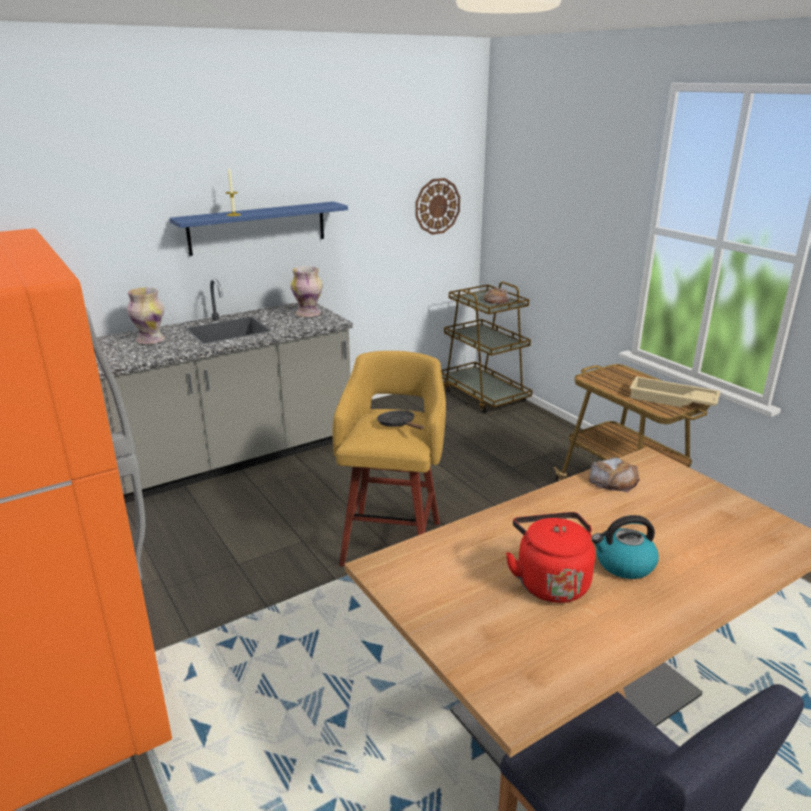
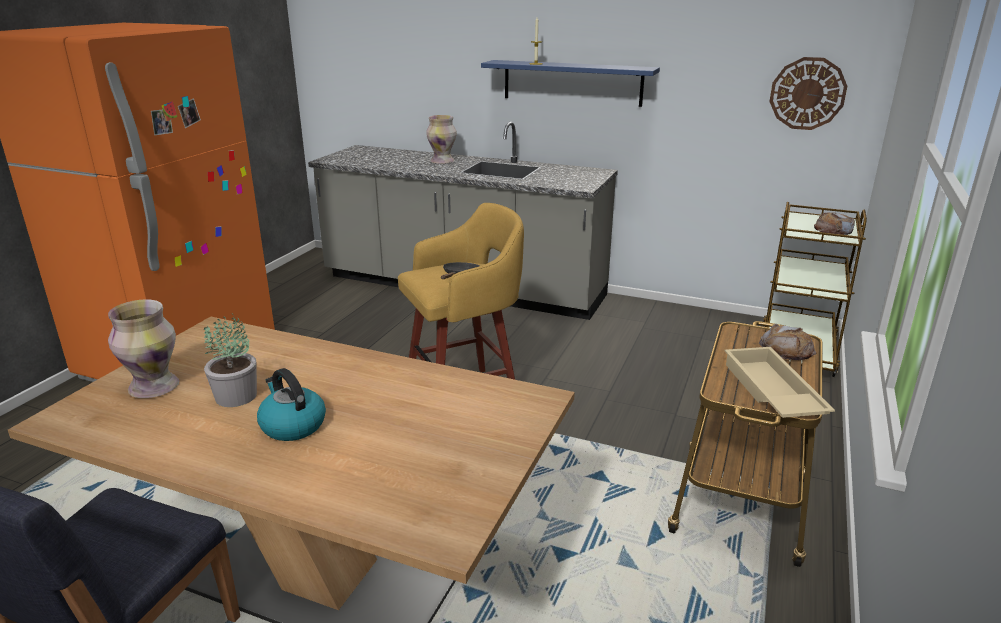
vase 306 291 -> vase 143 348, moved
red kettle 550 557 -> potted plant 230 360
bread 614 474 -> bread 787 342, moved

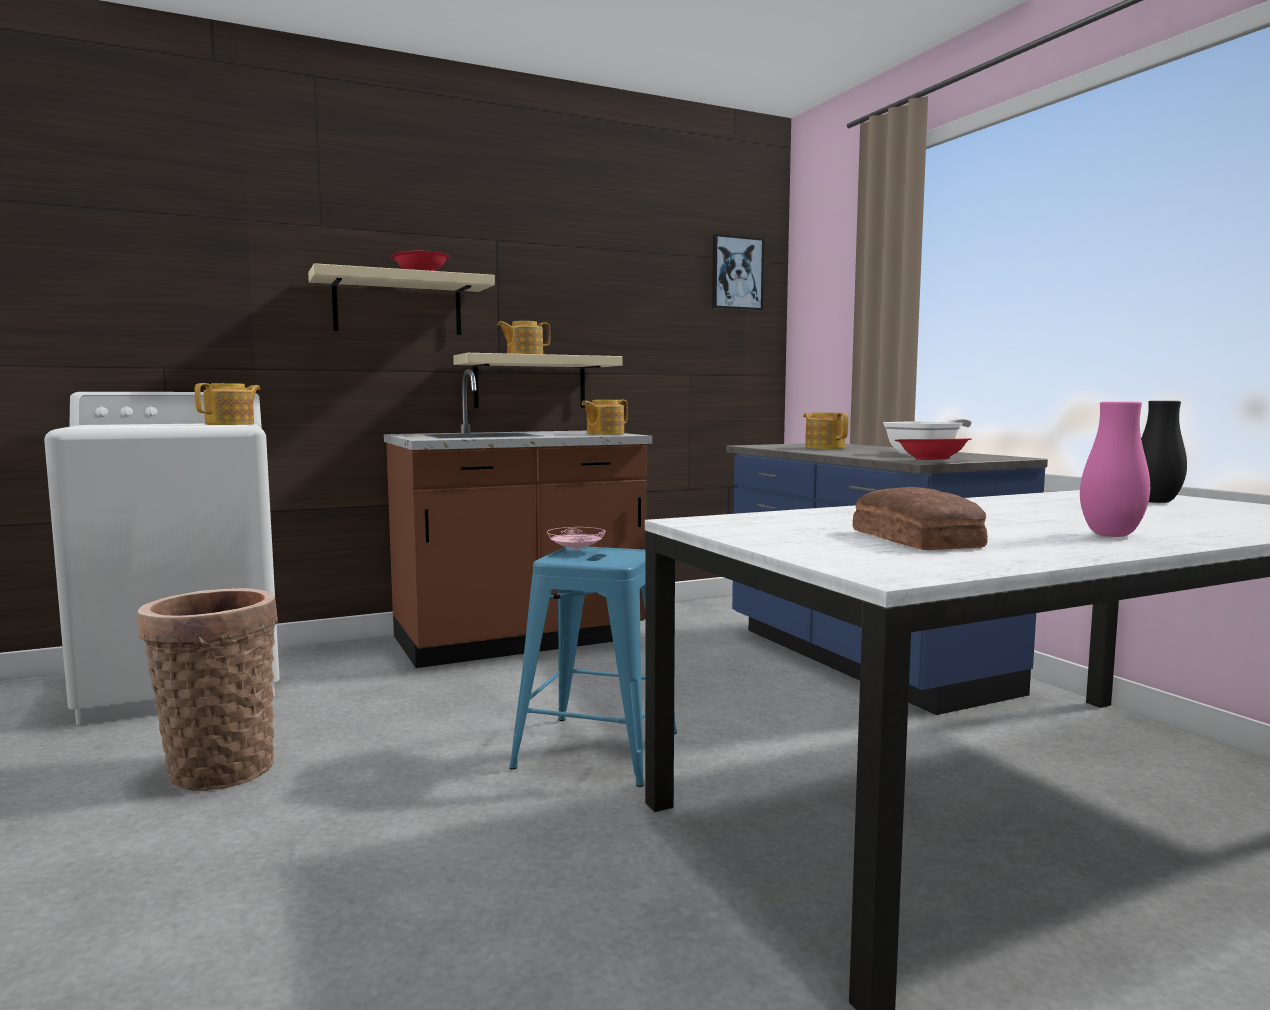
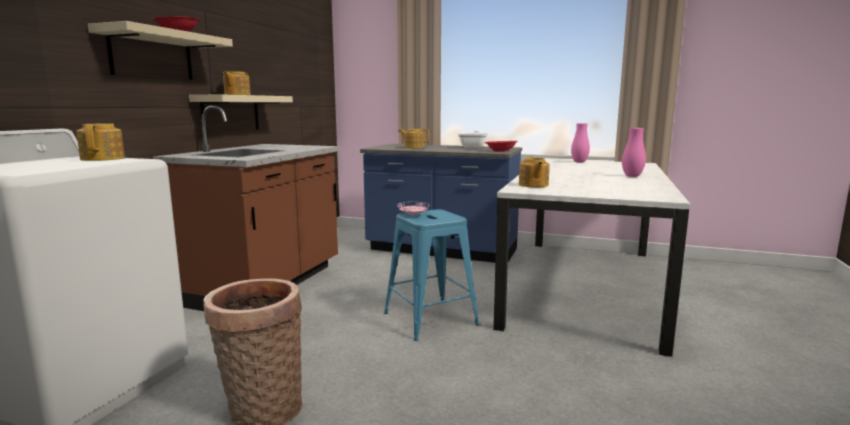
teapot 605 417 -> teapot 534 172, moved
black vase 1164 452 -> pink vase 580 143
picture 738 272 -> none
bread 920 518 -> none

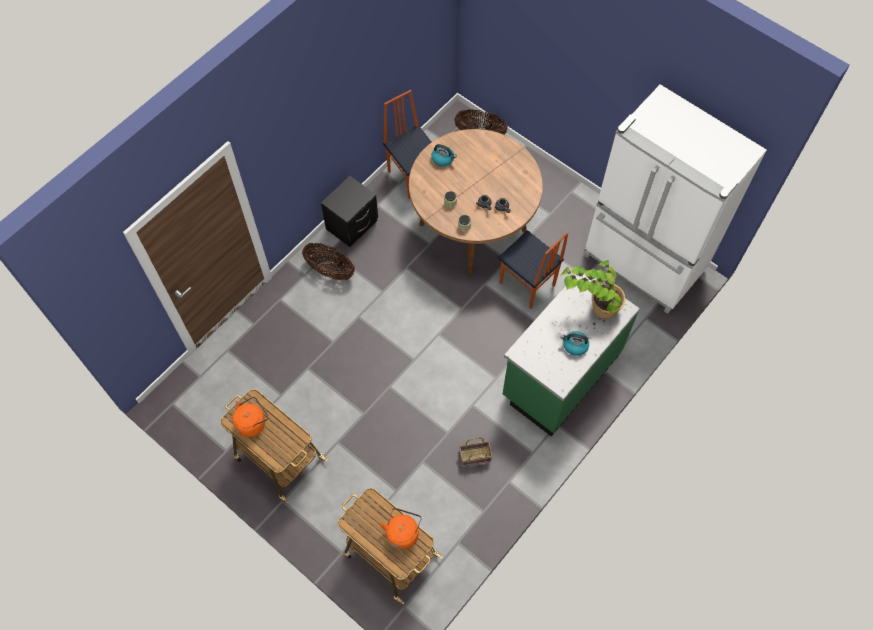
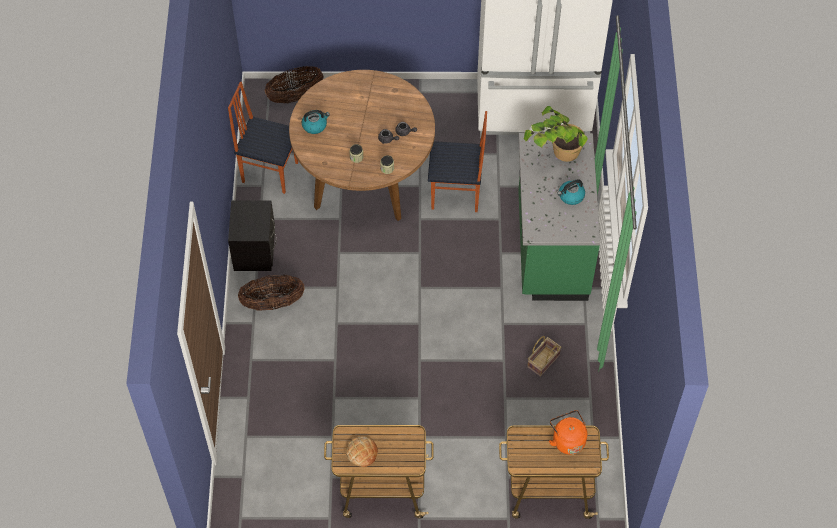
orange kettle 250 417 -> bread 362 451

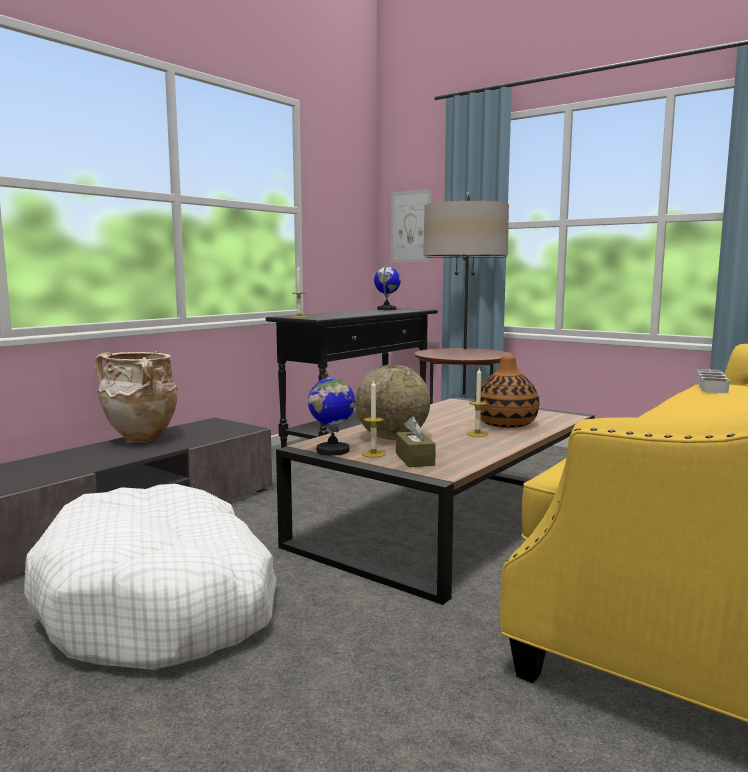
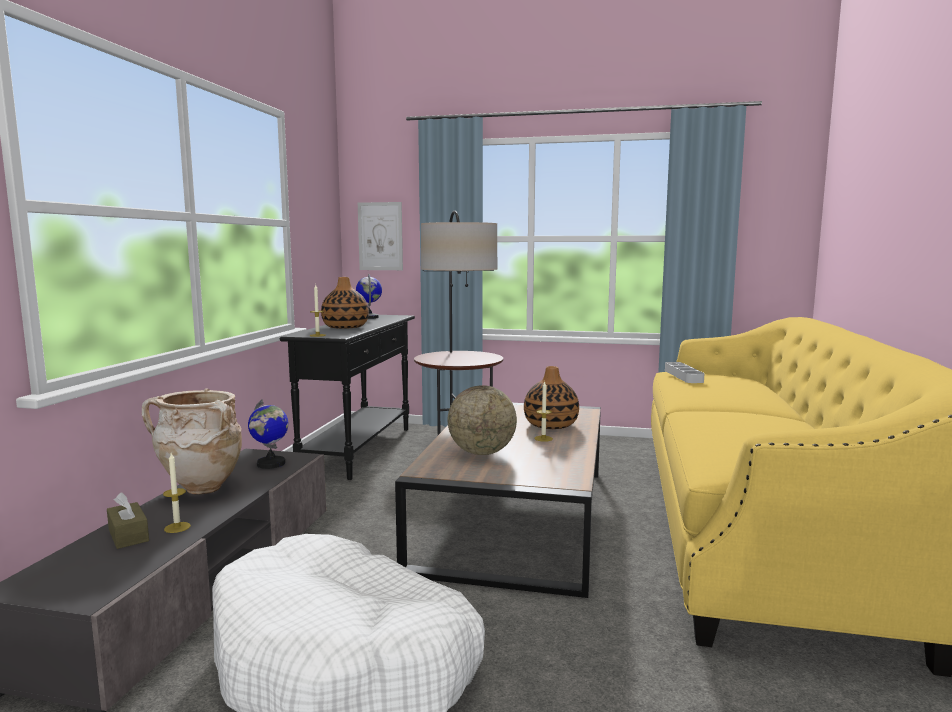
brown tissue box 416 441 -> brown tissue box 128 520, moved
candle 373 418 -> candle 177 493, moved
globe 331 413 -> globe 268 434, moved
none -> vase 345 303

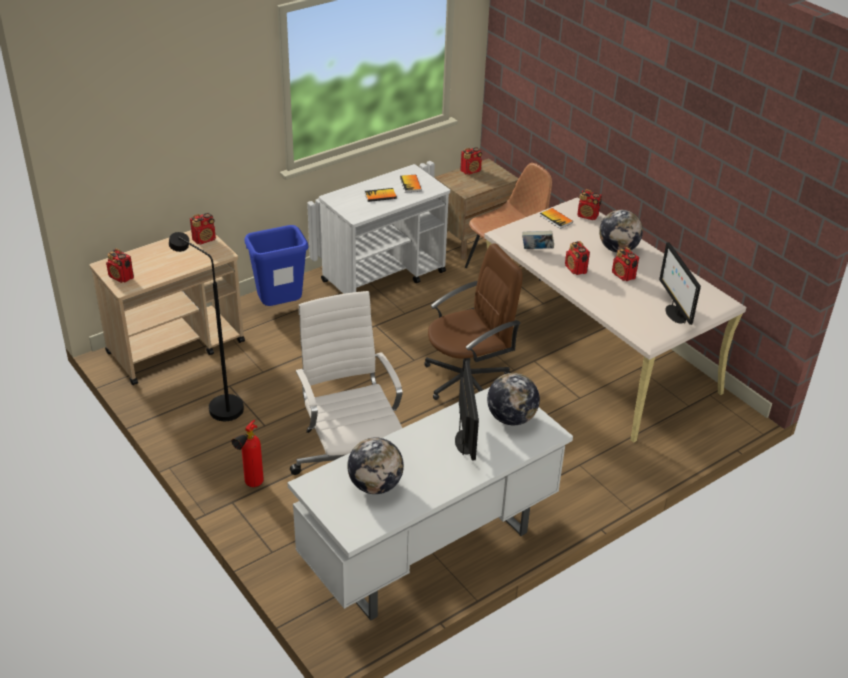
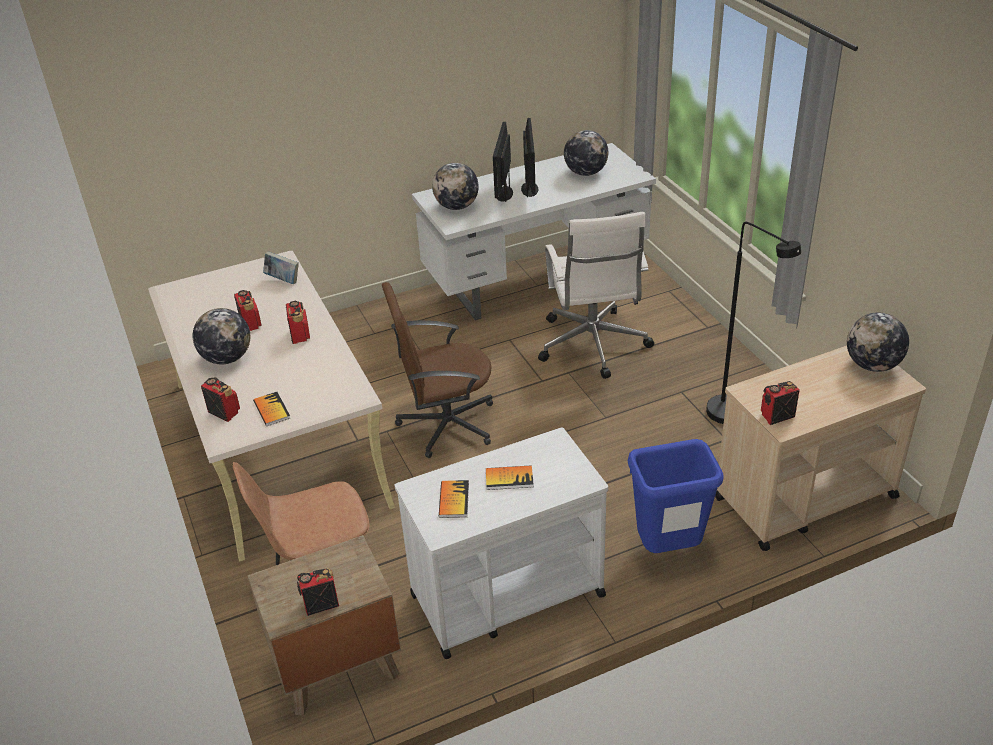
book 538 240 -> book 281 267, moved
monitor 680 283 -> monitor 529 157, moved
radio 120 265 -> globe 878 342
fire extinguisher 247 453 -> none

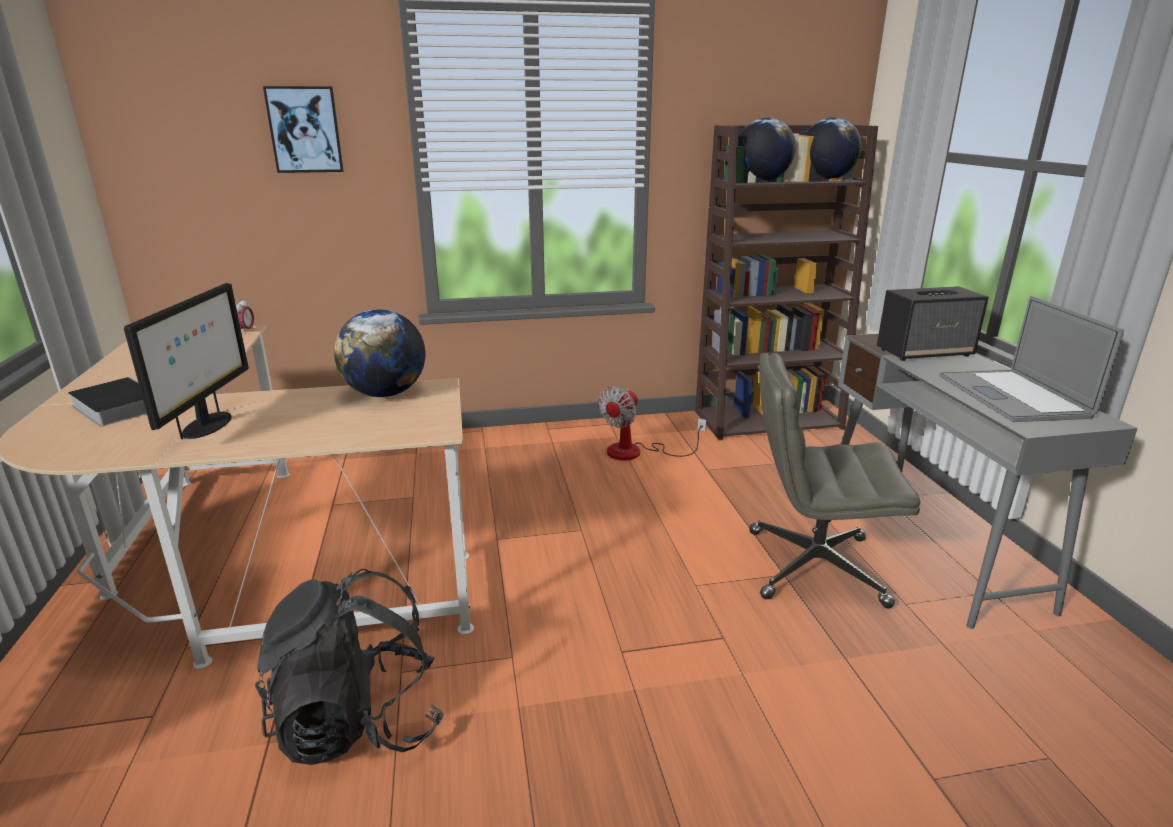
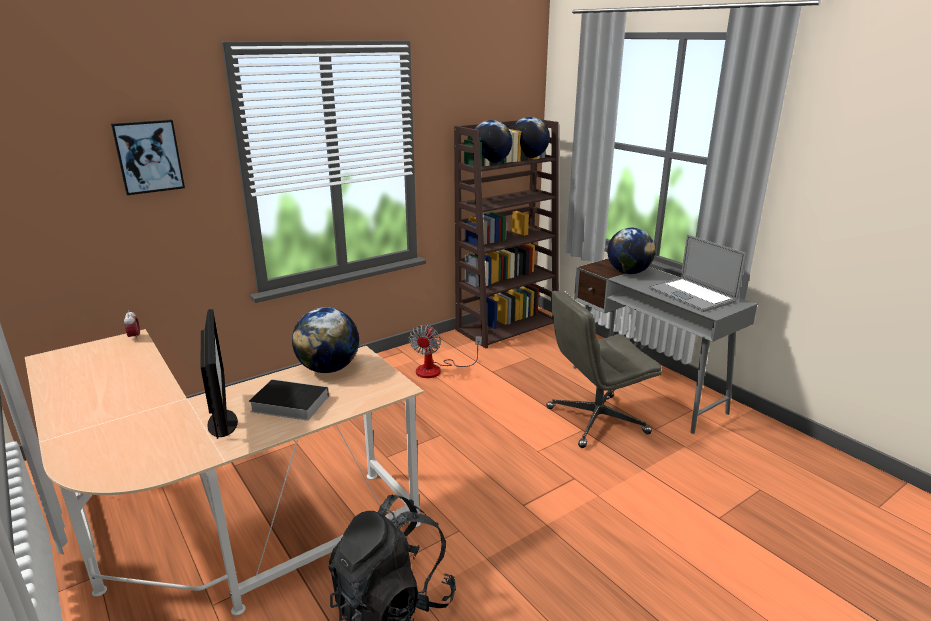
book 107 402 -> book 289 400, moved
speaker 932 323 -> globe 631 251

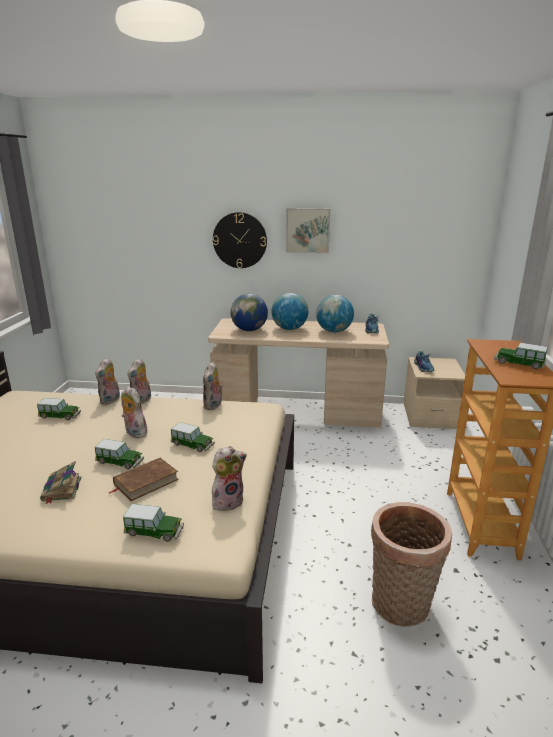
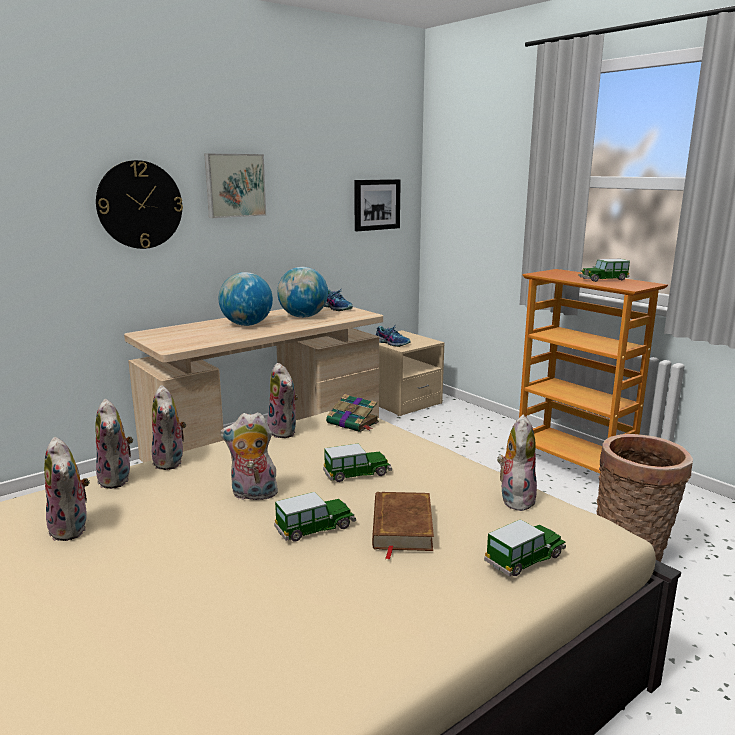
toy car 59 409 -> plush toy 67 489
book 61 482 -> book 352 413, moved
none -> picture 377 205
globe 249 312 -> none

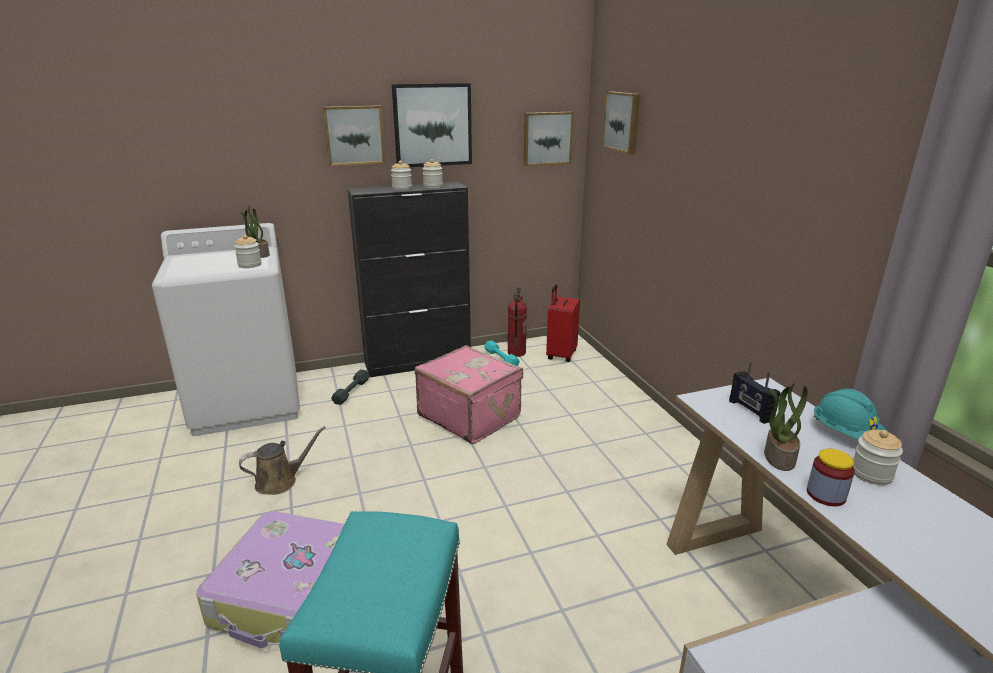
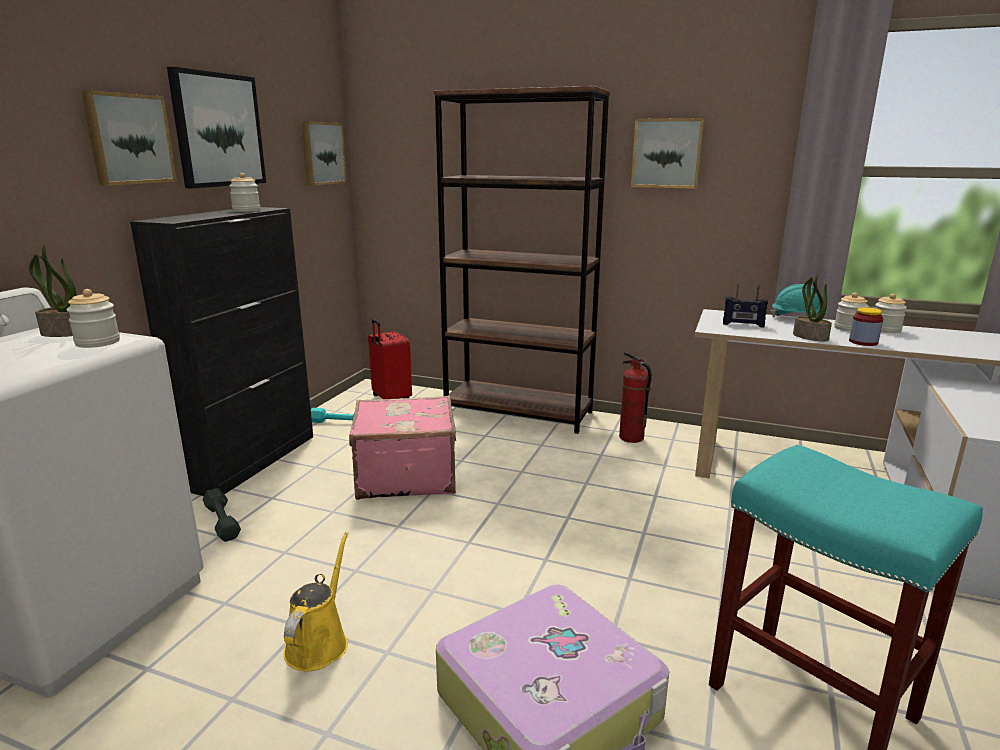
brown watering can 282 460 -> yellow watering can 316 601
none -> brown bookcase 522 260
fire extinguisher 517 322 -> fire extinguisher 635 397, moved
picture 621 122 -> picture 667 153, moved
jar 401 175 -> jar 891 313, moved

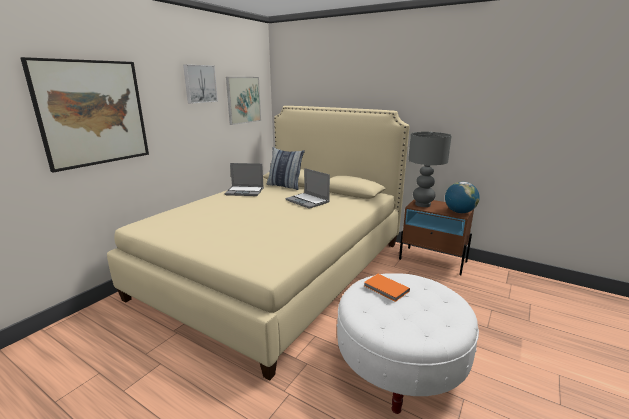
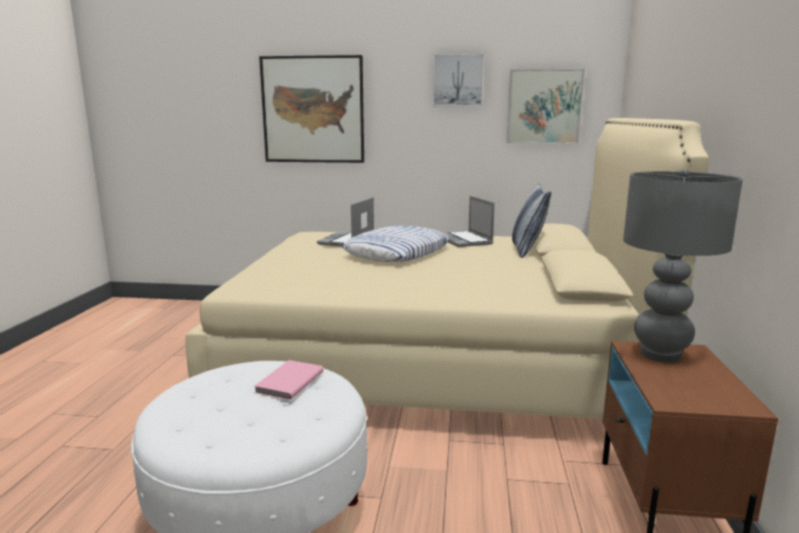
orange book 387 288 -> pink book 289 380
laptop 308 188 -> laptop 345 222, moved
none -> pillow 396 244
globe 462 197 -> none

